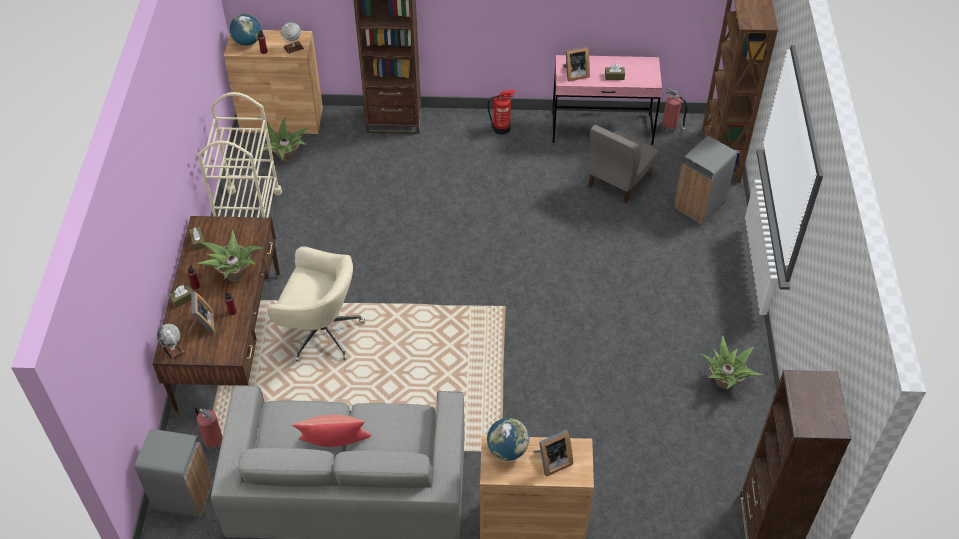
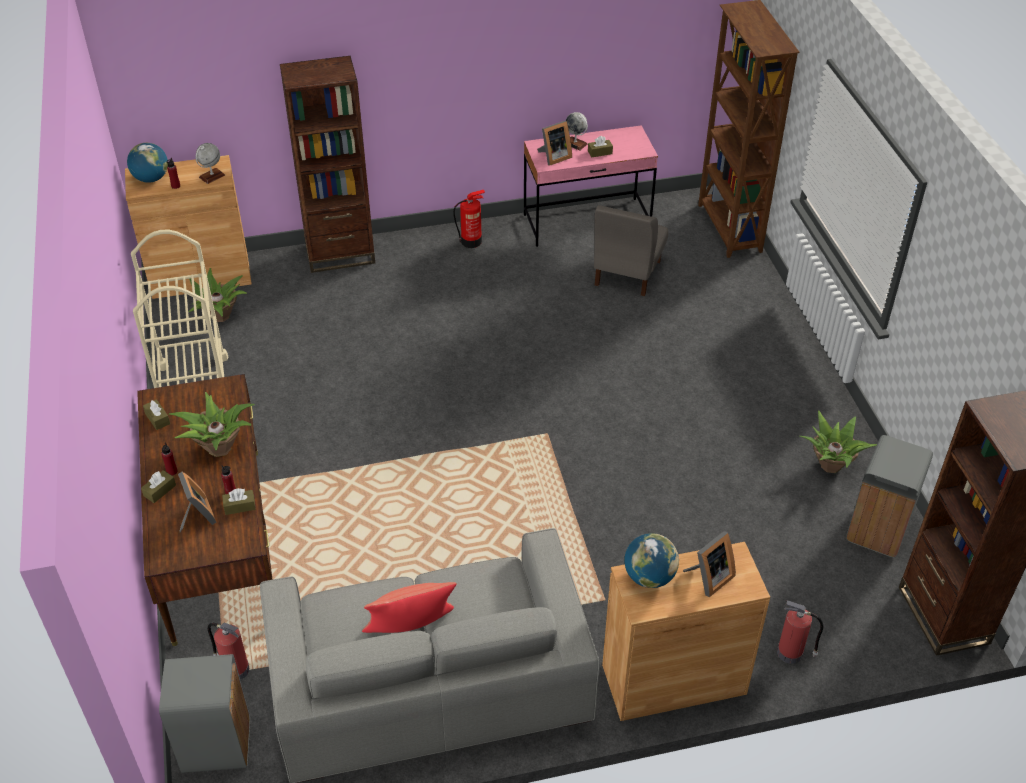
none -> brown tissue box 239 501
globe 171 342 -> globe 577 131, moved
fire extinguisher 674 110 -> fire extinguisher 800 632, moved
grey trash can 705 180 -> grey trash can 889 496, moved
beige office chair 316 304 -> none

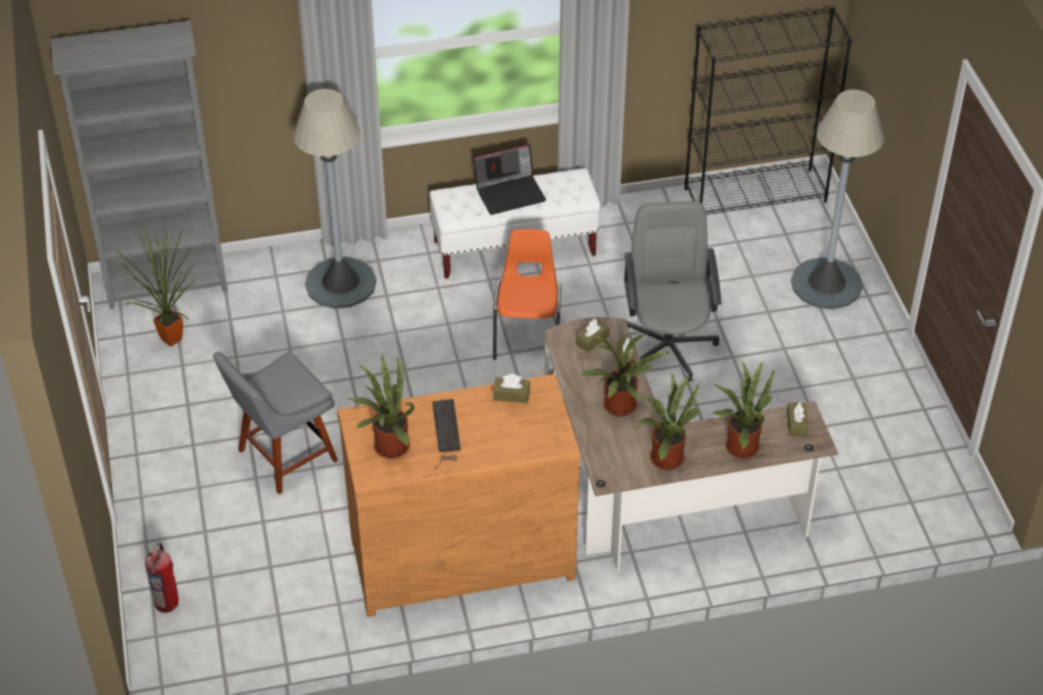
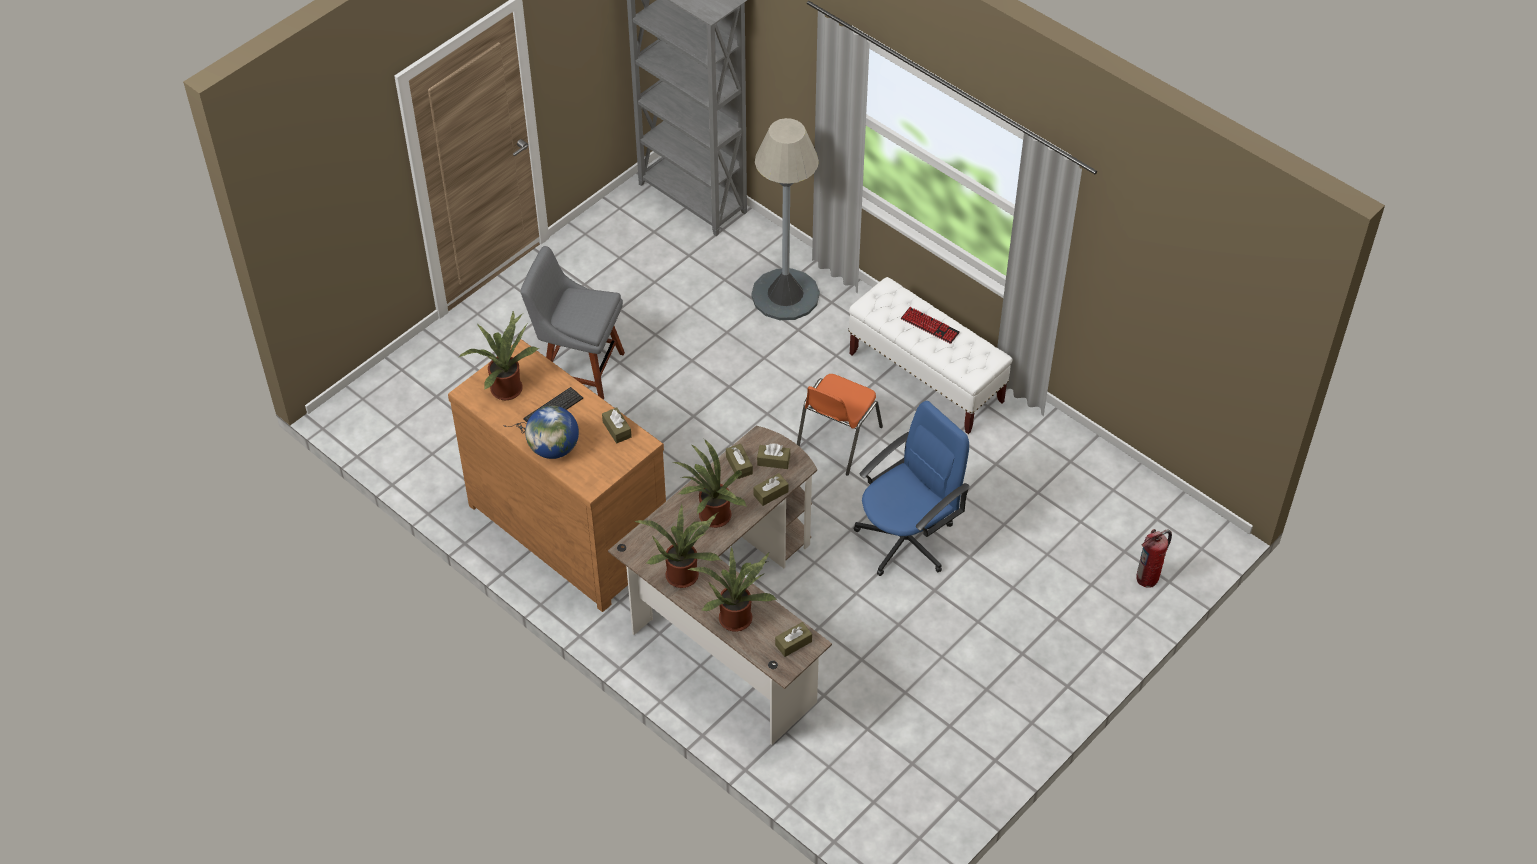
none -> globe 552 432
none -> brown tissue box 739 461
orange chair 527 294 -> orange chair 840 425, 150 degrees clockwise
grey office chair 673 291 -> blue office chair 911 488
laptop 509 179 -> keyboard 930 325
fire extinguisher 162 577 -> fire extinguisher 1154 558, moved
potted plant 155 284 -> none
black bookcase 768 111 -> none
grey floor lamp 837 199 -> none

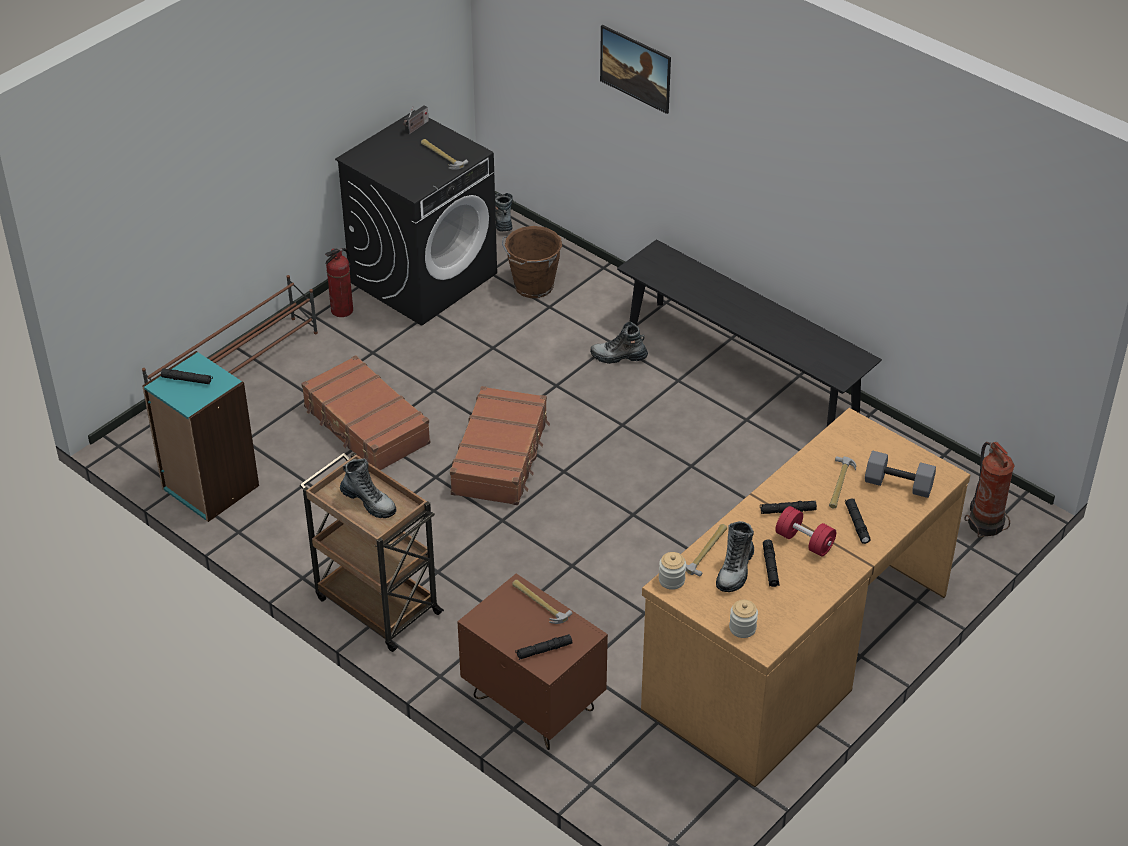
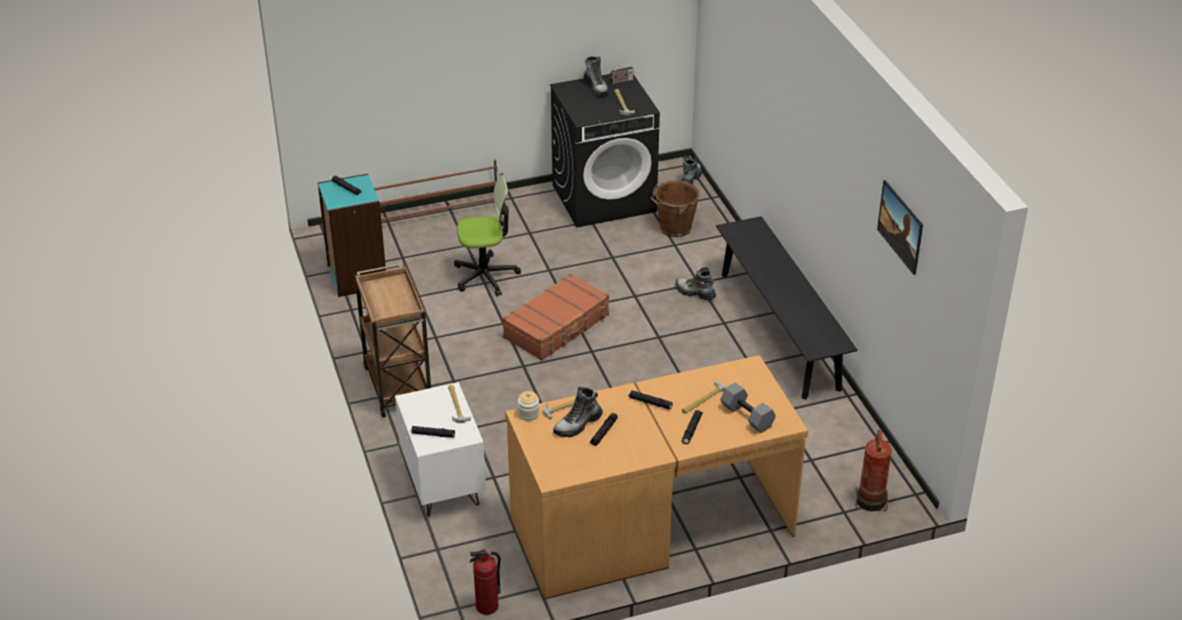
brown nightstand 533 662 -> white nightstand 440 449
brown suitcase 365 412 -> office chair 487 235
fire extinguisher 339 282 -> fire extinguisher 485 582, moved
boot 368 488 -> boot 596 76, moved
picture 635 69 -> picture 900 227, moved
jar 743 619 -> none
red dumbbell 805 531 -> none

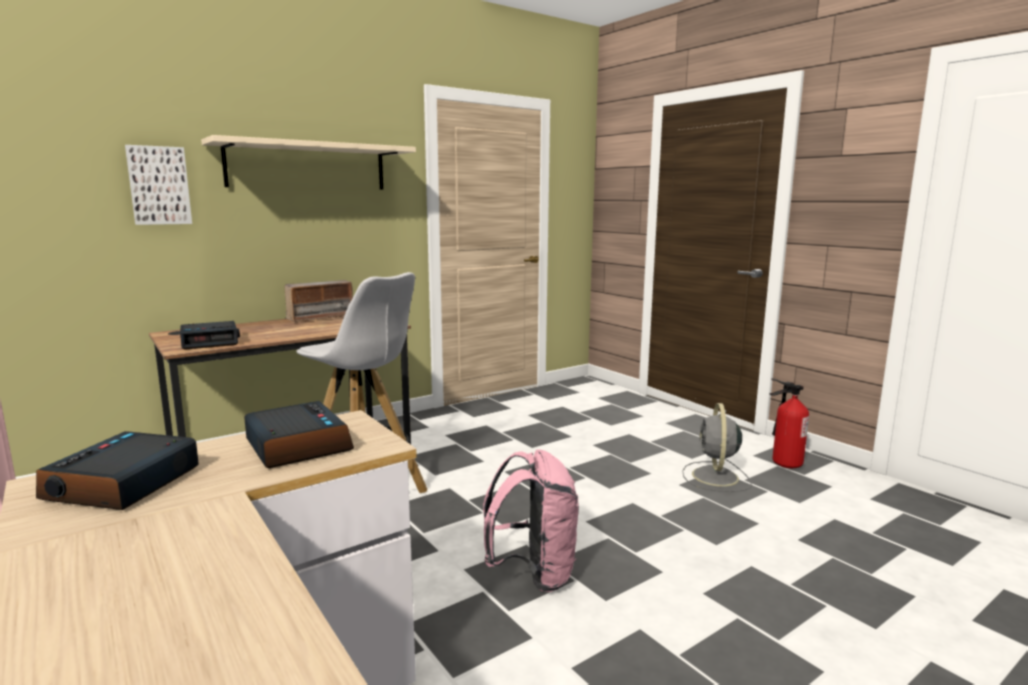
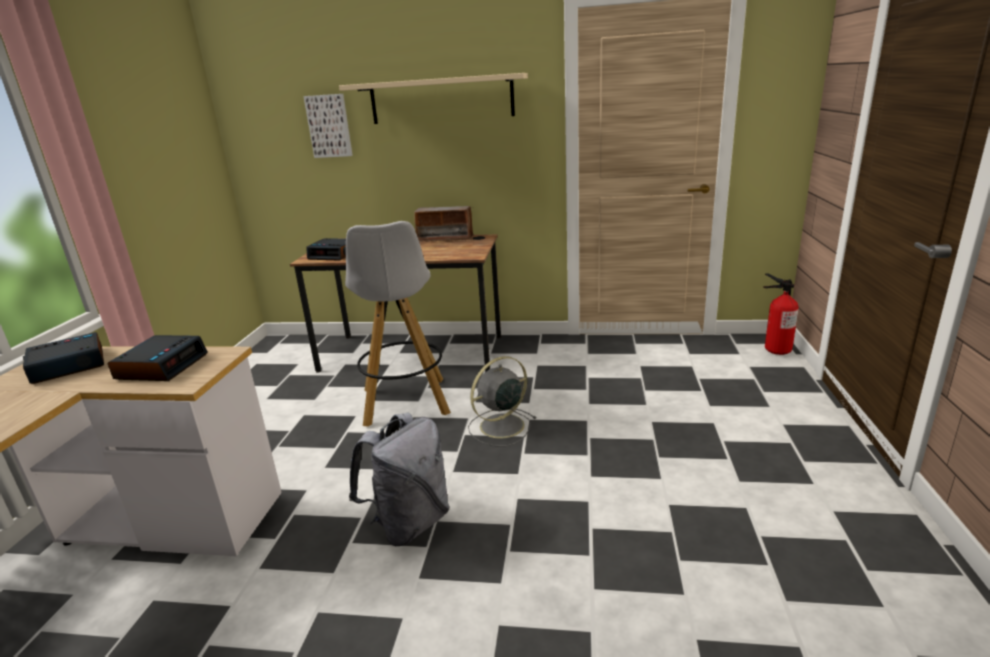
pink backpack 531 520 -> grey backpack 399 479
grey fan 717 447 -> grey fan 502 401, moved
fire extinguisher 789 423 -> fire extinguisher 781 314, moved

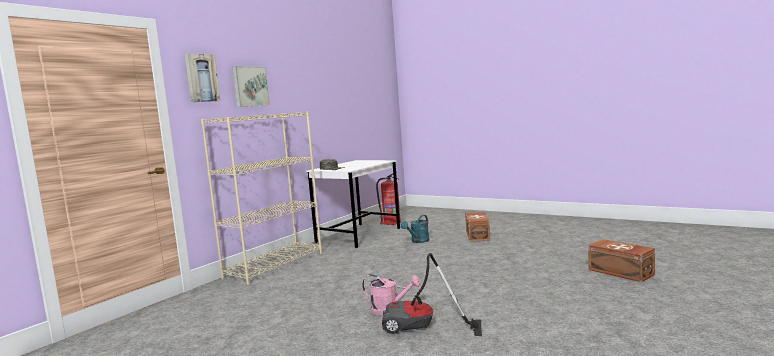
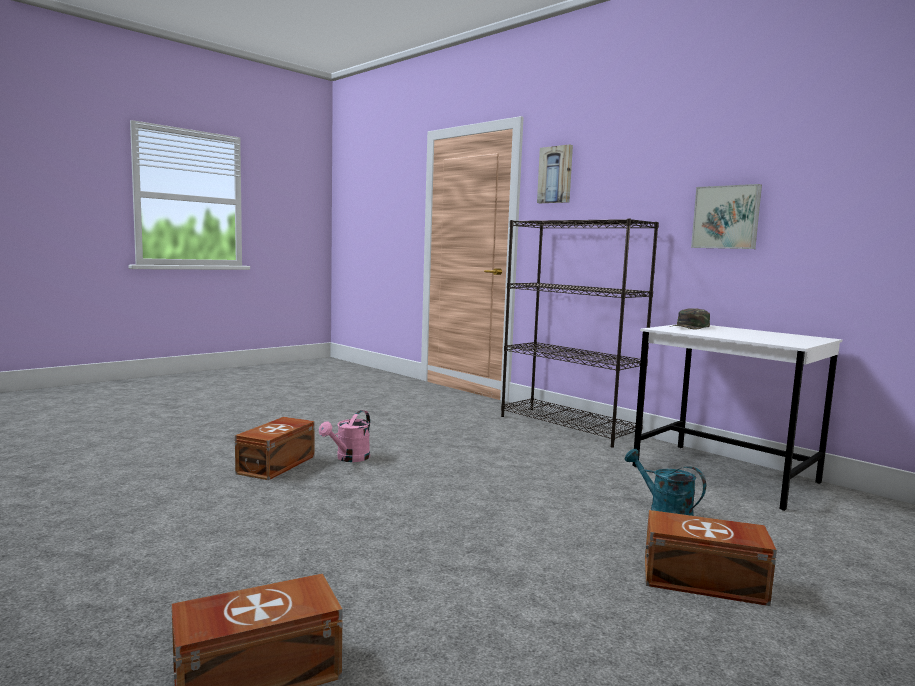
vacuum cleaner 432 294 -> brown storage box 275 448
beige bookcase 261 198 -> black bookcase 580 333
picture 251 86 -> picture 726 216, moved
fire extinguisher 388 198 -> none

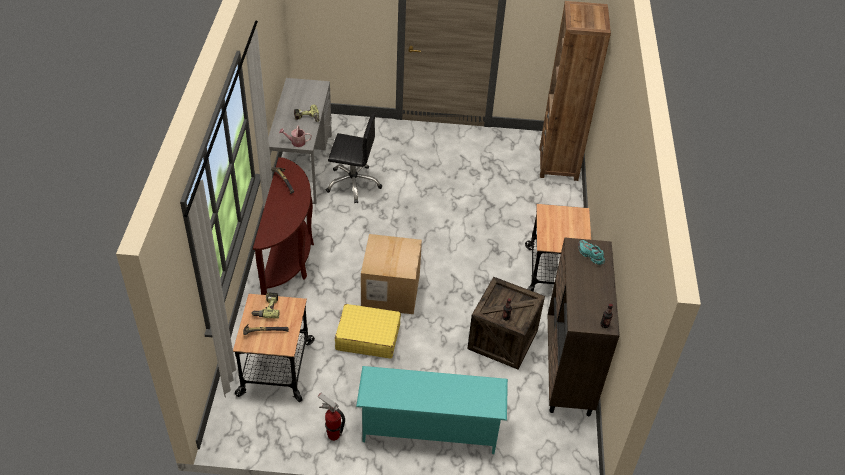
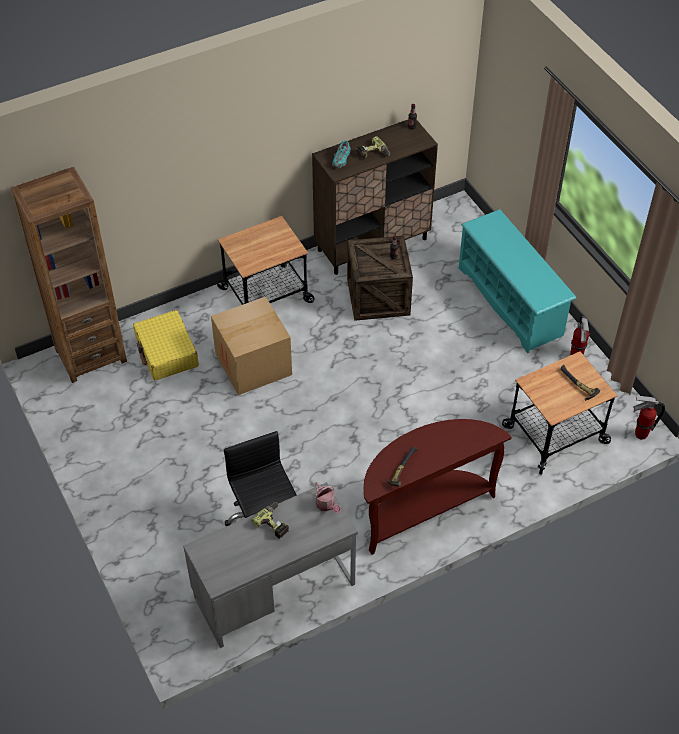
yellow suitcase 368 331 -> yellow suitcase 166 345, moved
cardboard box 391 274 -> cardboard box 251 346, moved
power drill 265 305 -> power drill 373 147, moved
none -> fire extinguisher 649 417

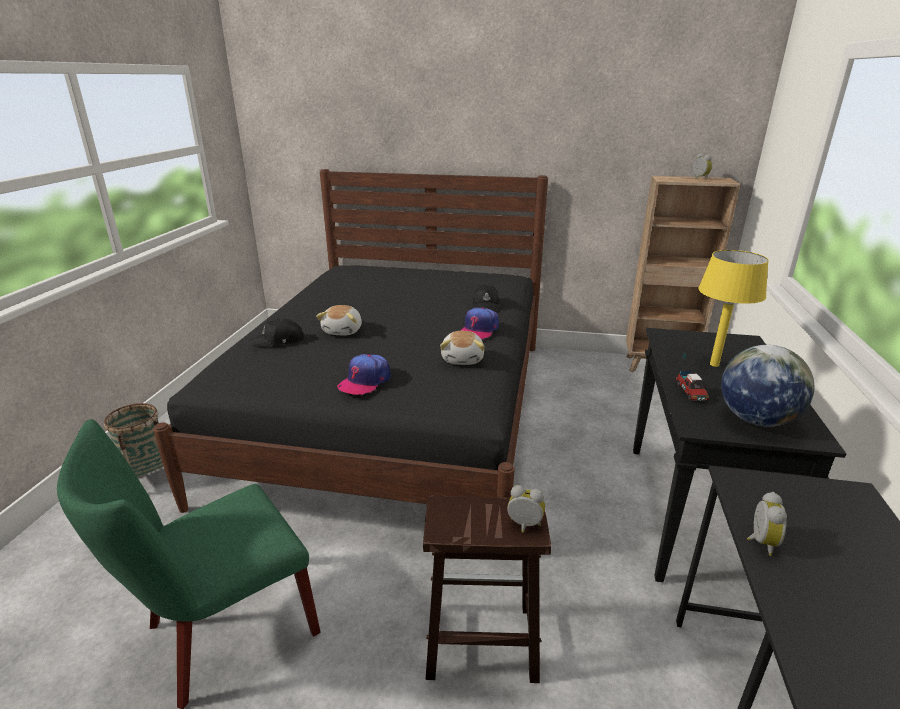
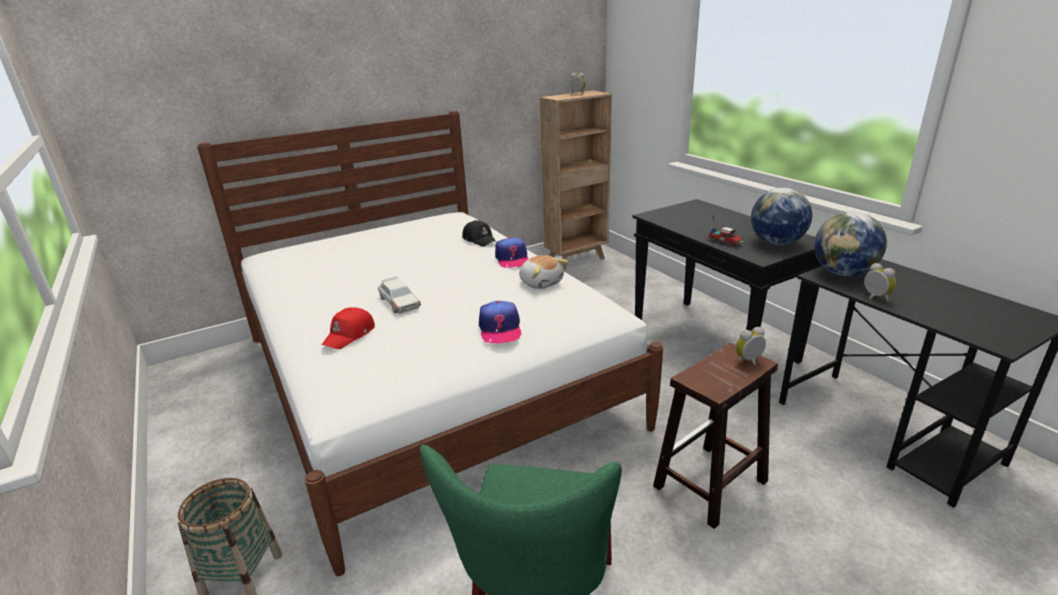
black bed 350 341 -> white bed 430 343
black cap 276 333 -> red cap 348 328
plush toy 339 320 -> toy car 399 295
none -> globe 850 244
yellow table lamp 733 308 -> none

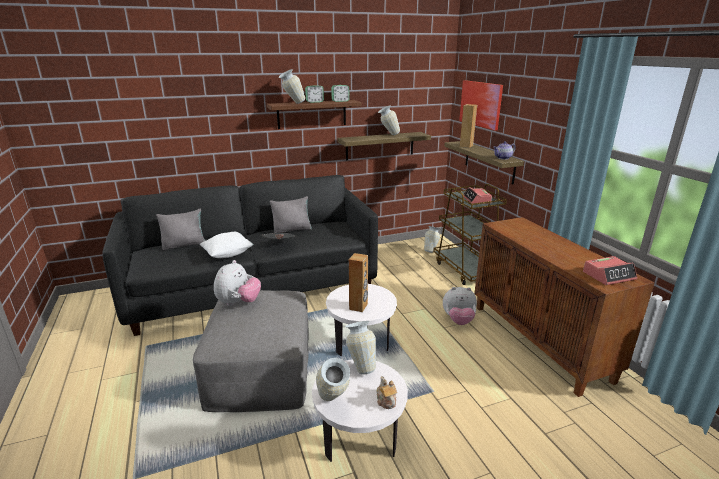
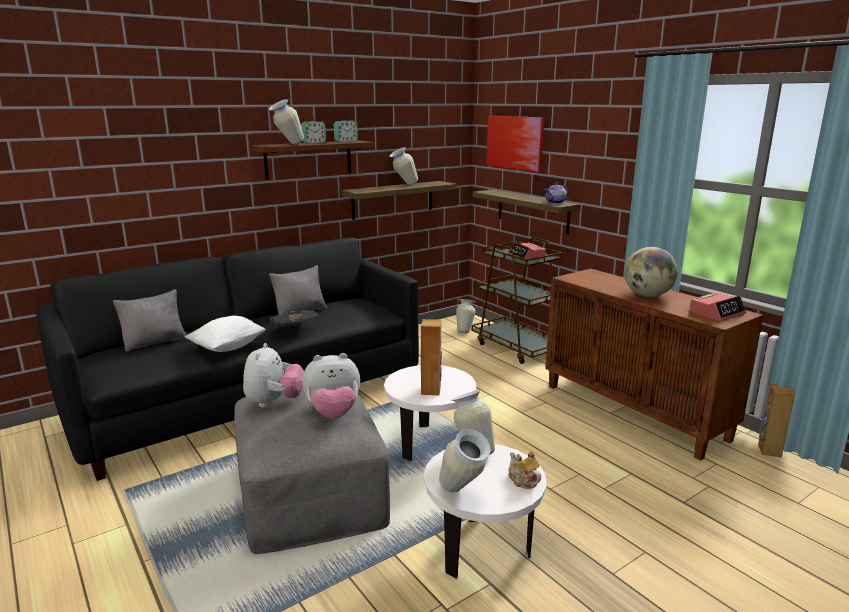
plush toy 460 306 -> plush toy 331 386, moved
none -> globe 651 272
brown speaker 468 126 -> brown speaker 776 420, moved

